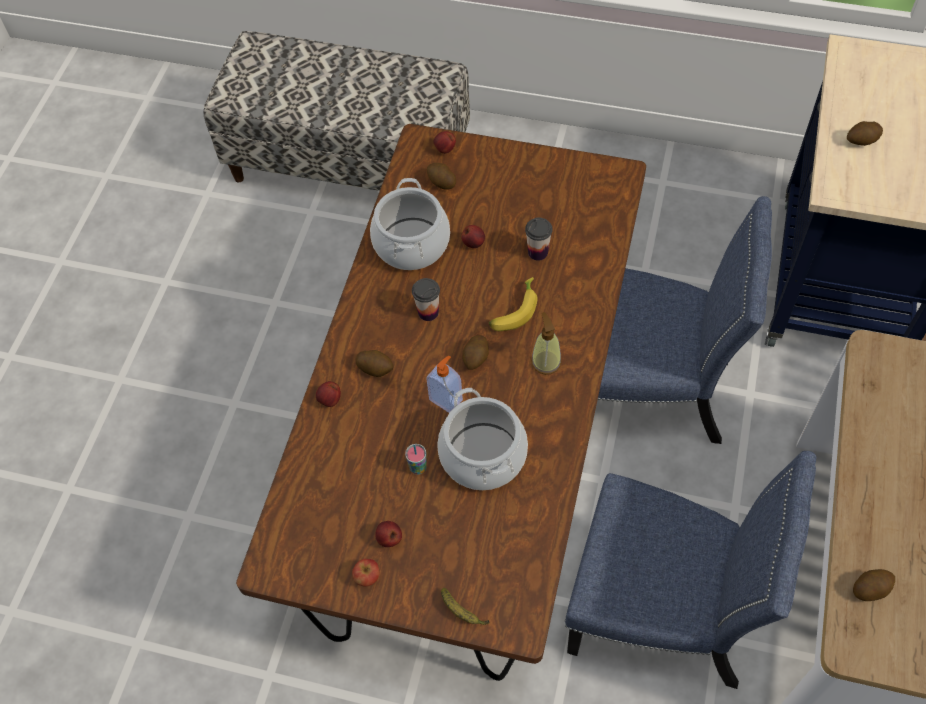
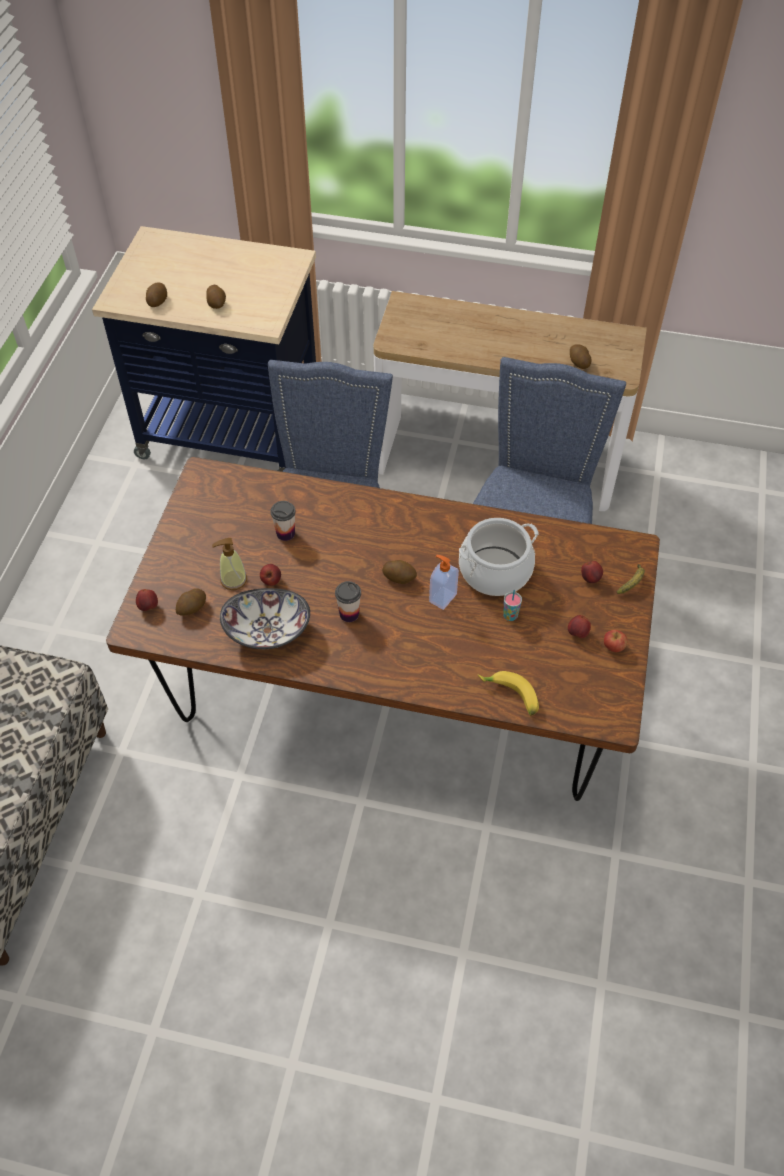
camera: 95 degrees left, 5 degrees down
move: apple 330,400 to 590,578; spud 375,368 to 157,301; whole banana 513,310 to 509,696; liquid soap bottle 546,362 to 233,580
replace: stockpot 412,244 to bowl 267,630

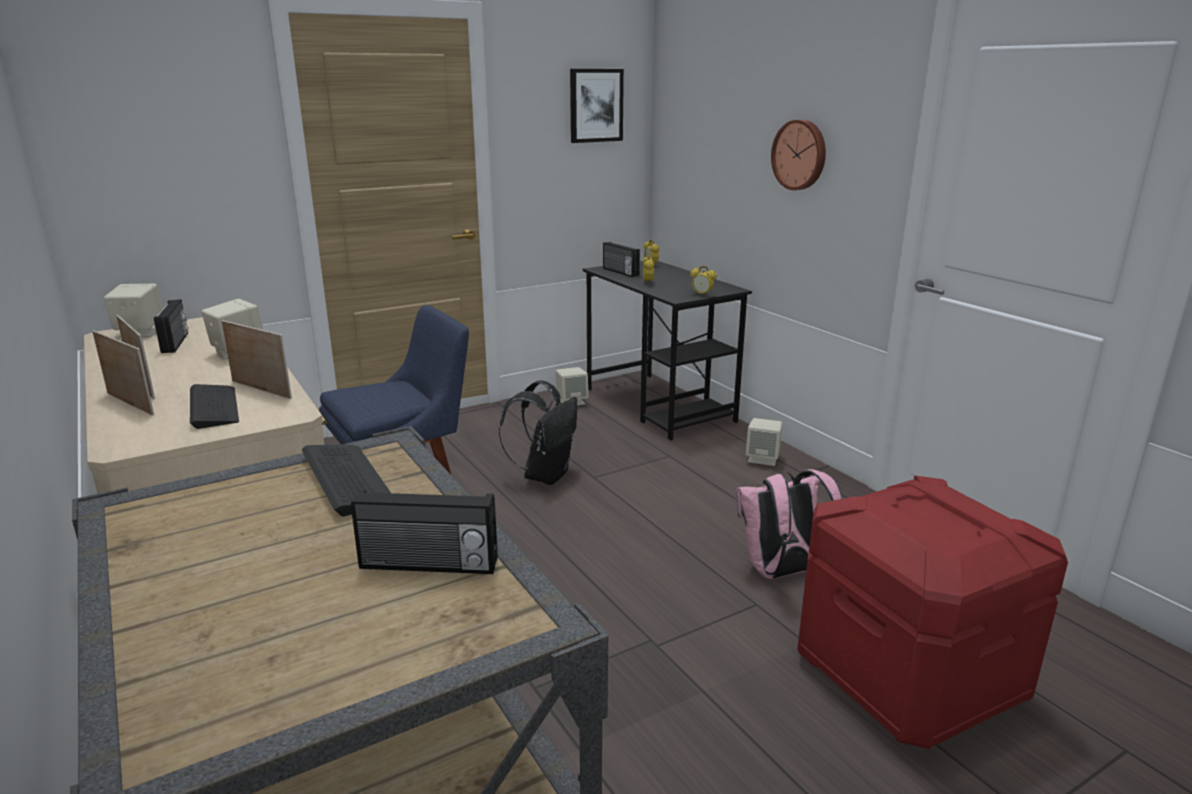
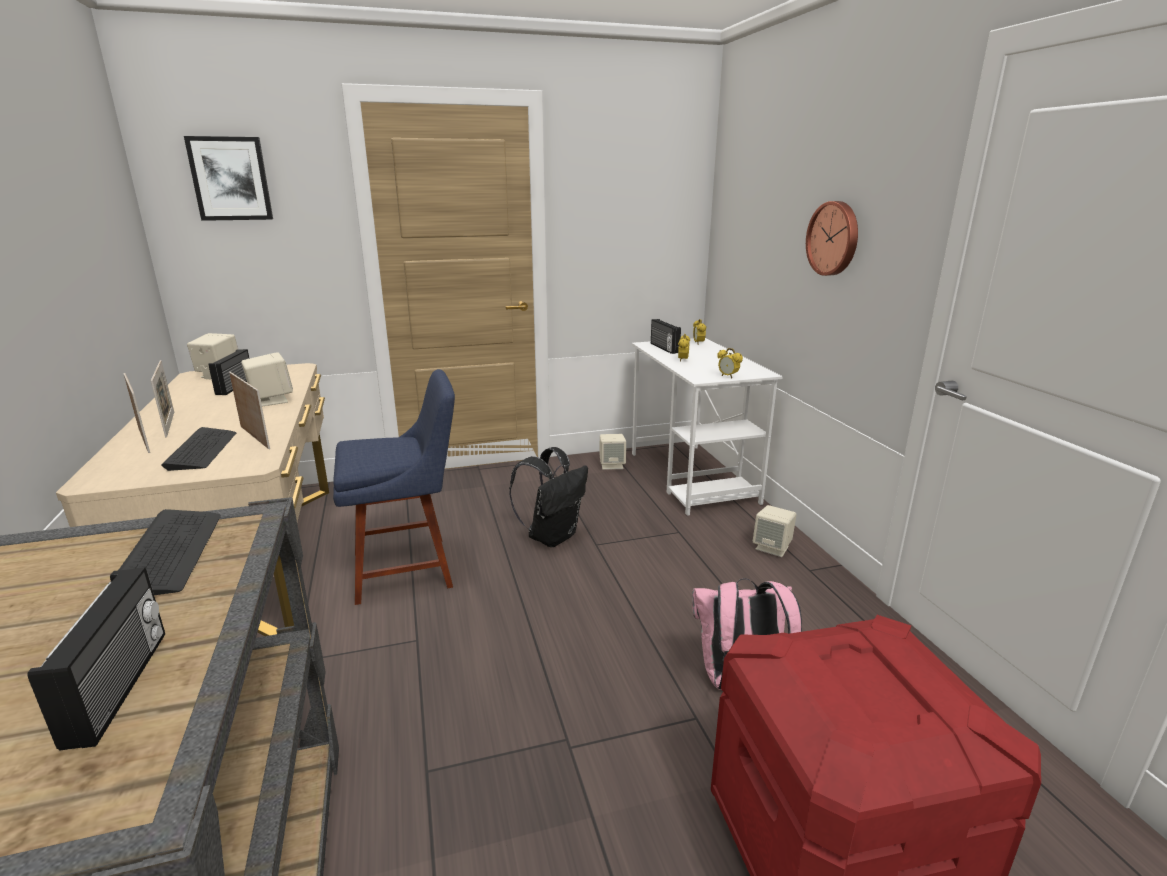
camera: 15 degrees right, 0 degrees up
move: picture 596,105 to 230,179
recolor: desk (black) 659,405 to desk (whitish) 692,478
rotate: radio receiver 428,565 = 121,685 120 degrees counterclockwise

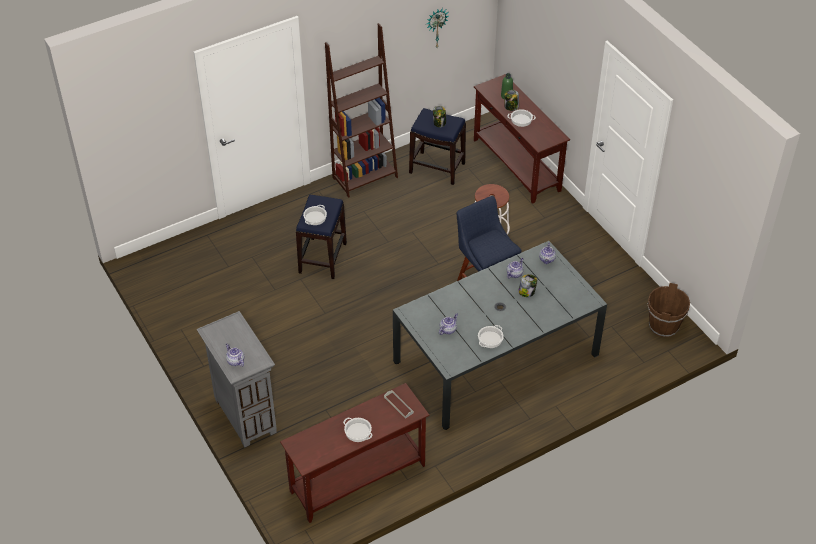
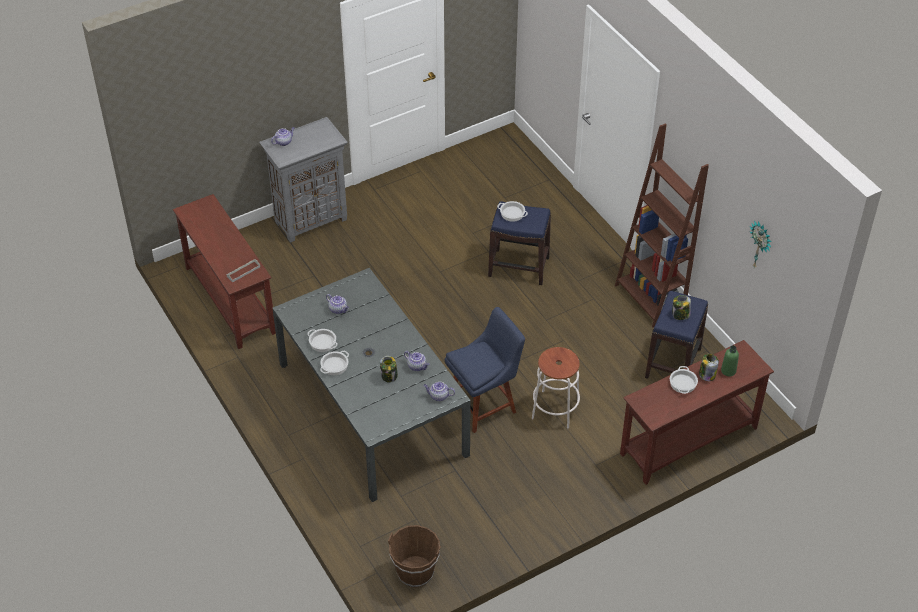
camera: 90 degrees right, 0 degrees up
move: stockpot 358,432 to 334,366

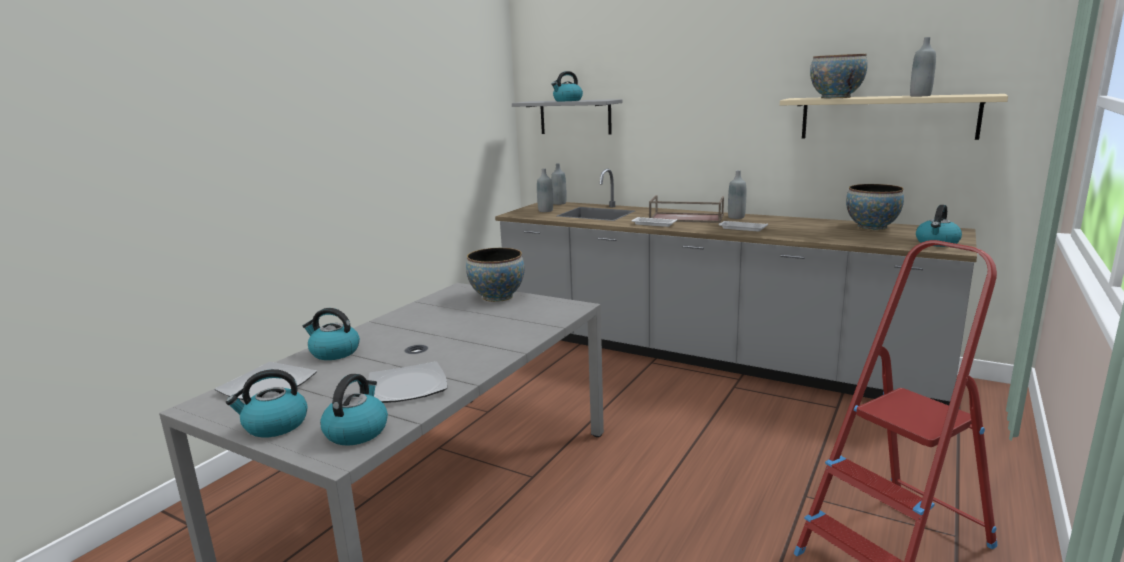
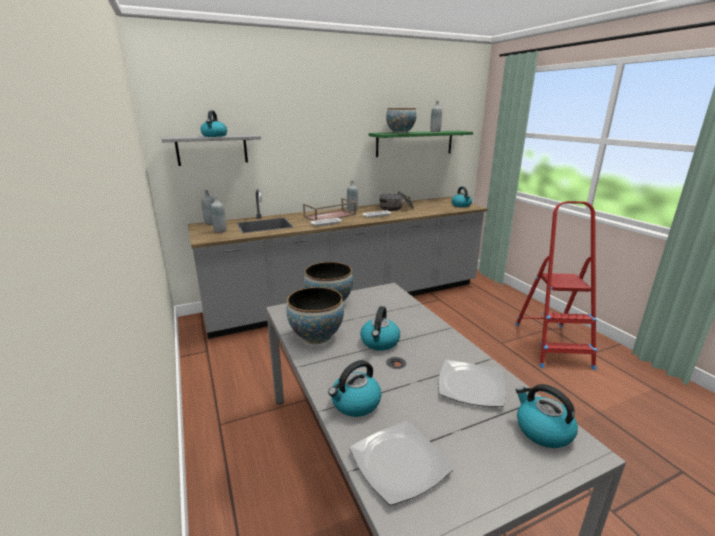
camera: 55 degrees left, 5 degrees up
insert: stockpot 396,208
move: kettle 275,425 to 380,342; bowl 871,227 to 316,336
recolor: wall shelf (sand-coloured) 887,117 to wall shelf (green) 415,143

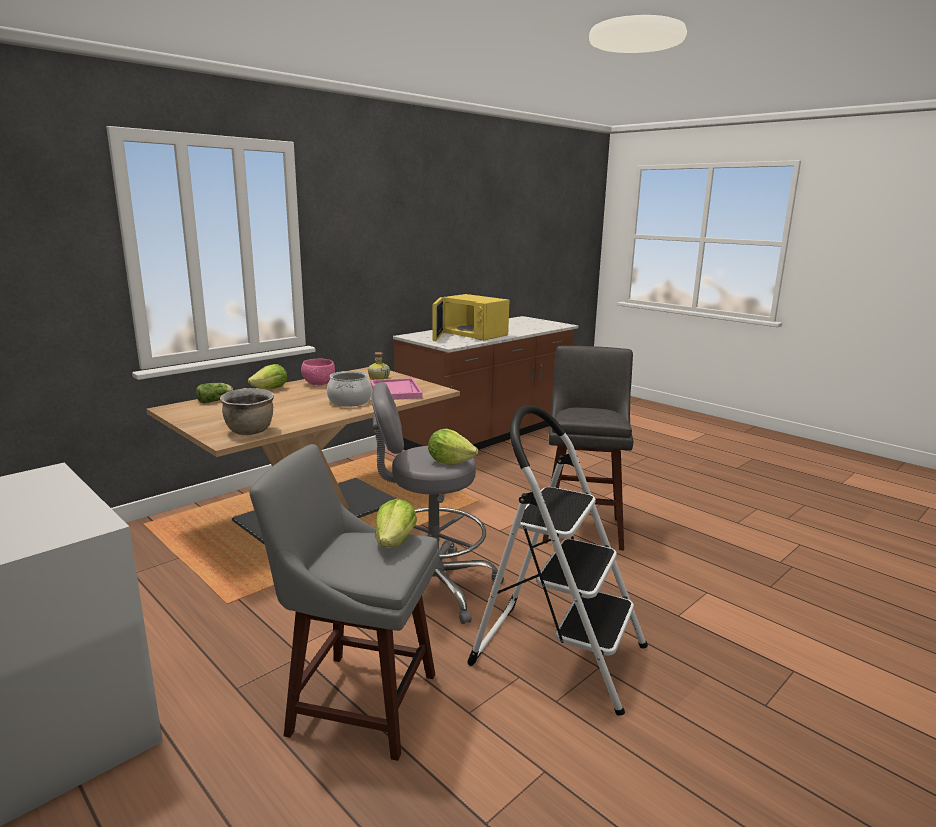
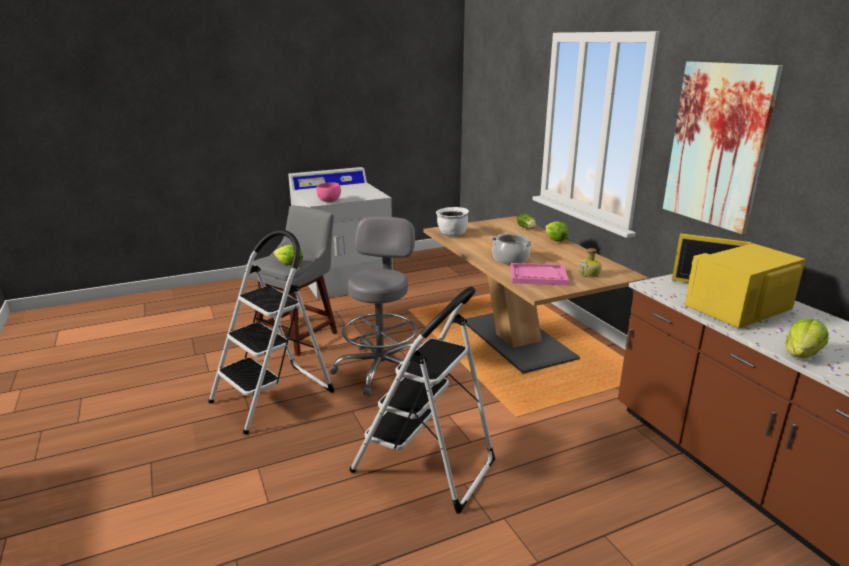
camera: 110 degrees right, 5 degrees up
insert: picture 717,145
move: bowl (pink) 318,384 to 329,201; lettuce 450,462 to 802,354
replace: stool (greyish) 583,529 to step stool 426,467
recolor: stockpot (brown-coloured) 250,431 to stockpot (whitish) 452,234

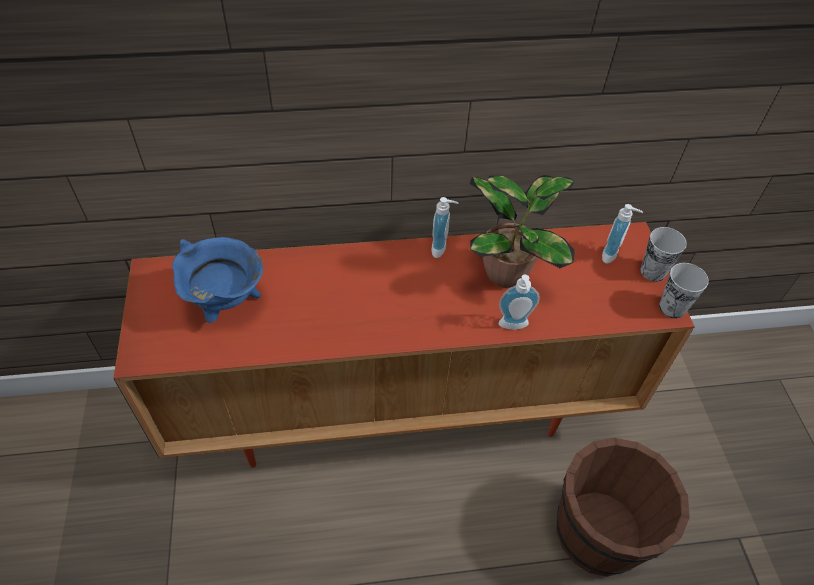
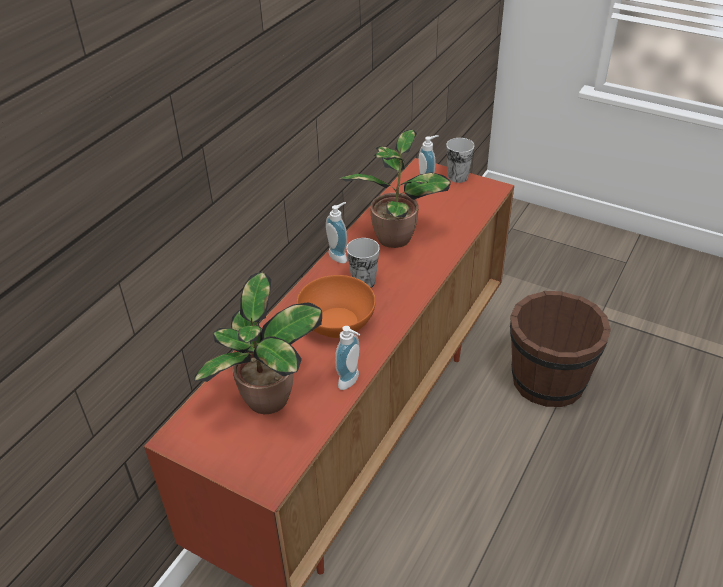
camera: 50 degrees left, 10 degrees down
insert: bowl (orange) 337,323
move: liquid soap bottle 513,326 to 351,381; drinking cup 672,307 to 363,282
replace: stockpot (blue) 226,304 to houseplant 268,401

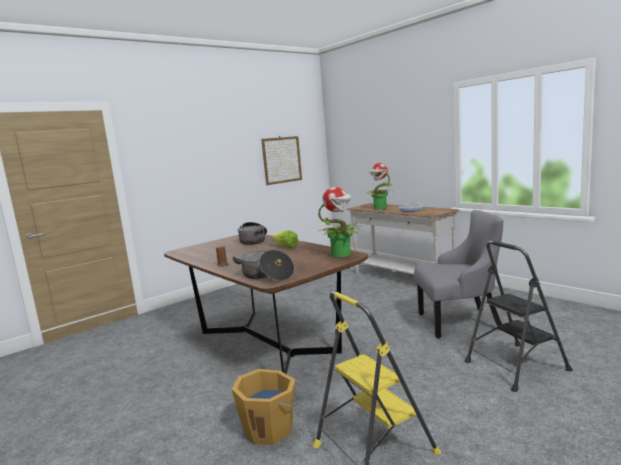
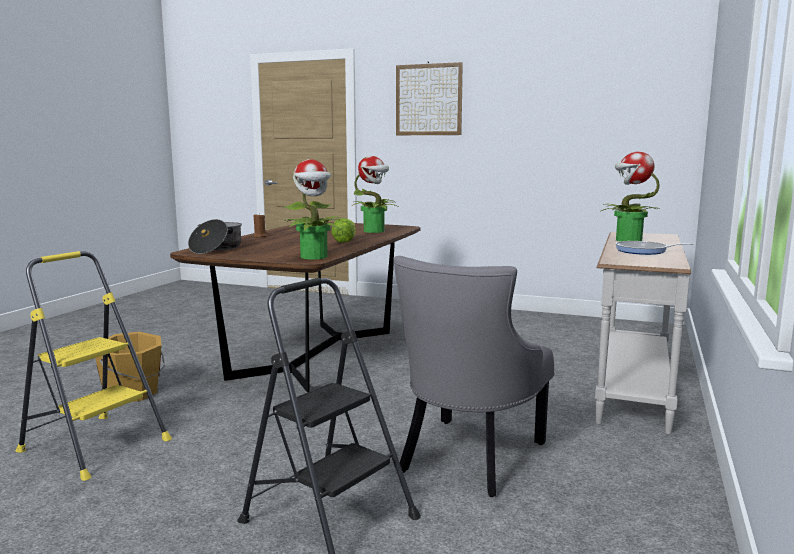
camera: 60 degrees right, 0 degrees up
move: picture 281,159 to 428,98
replace: stockpot 253,240 to houseplant 374,231
rotate: plain chair (greyish) 458,323 = 470,455 60 degrees clockwise

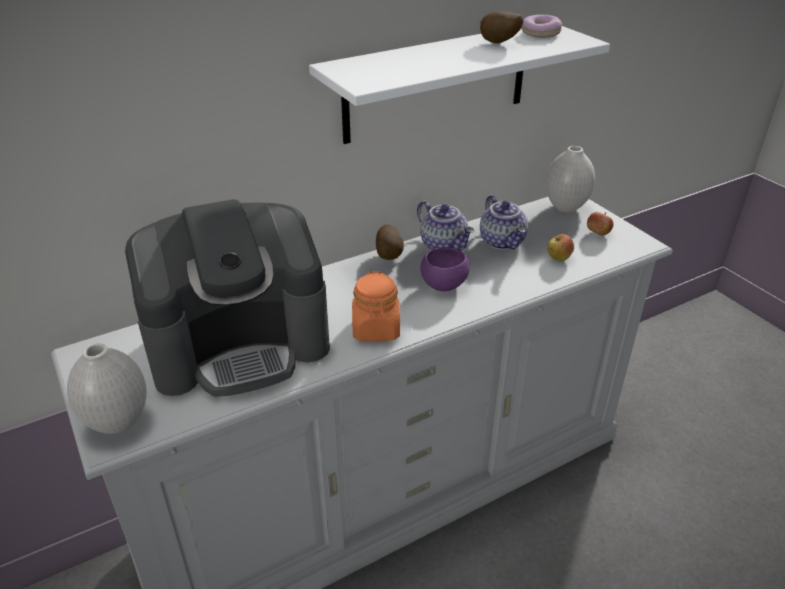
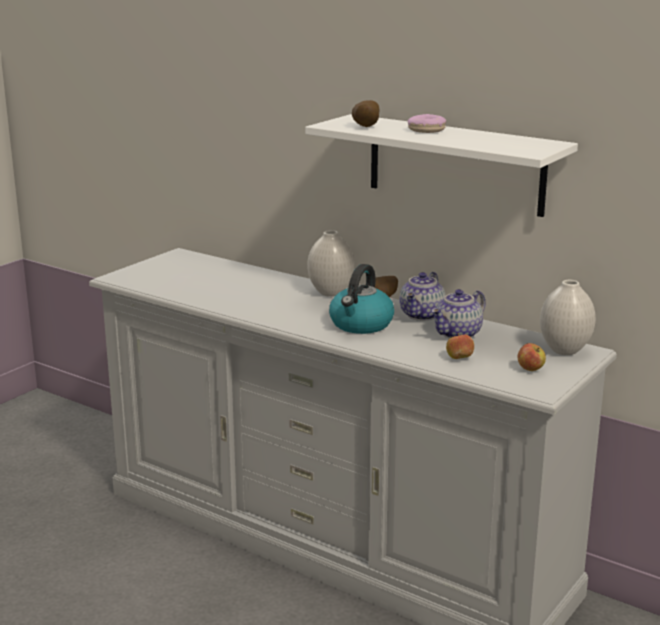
camera: 65 degrees right, 15 degrees down
delete: coffee maker 240,344; storage jar (orange) 376,329
move: flower vase (whitish) 118,421 to 331,293; spud 498,44 to 365,127; doughnut 540,33 to 426,130
replace: bowl (purple-coloured) 444,285 to kettle 361,325

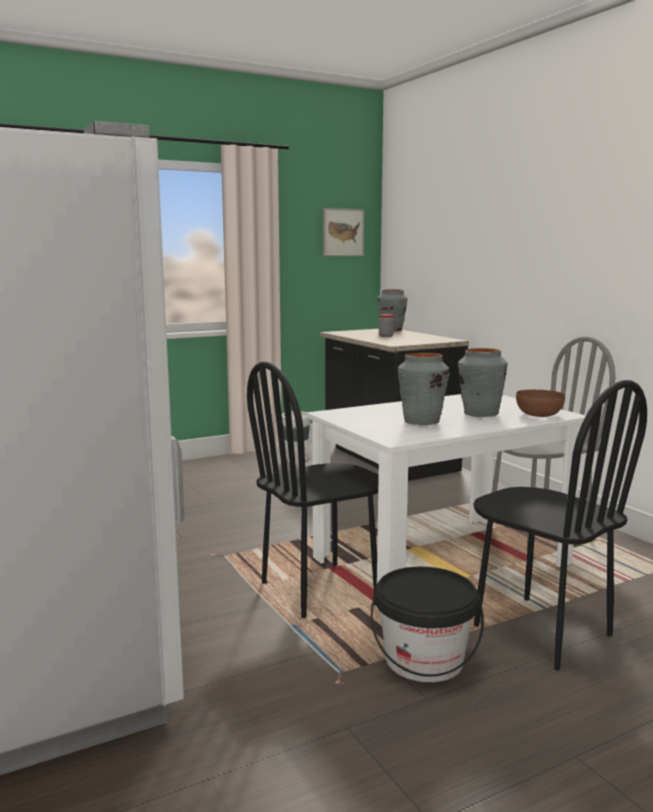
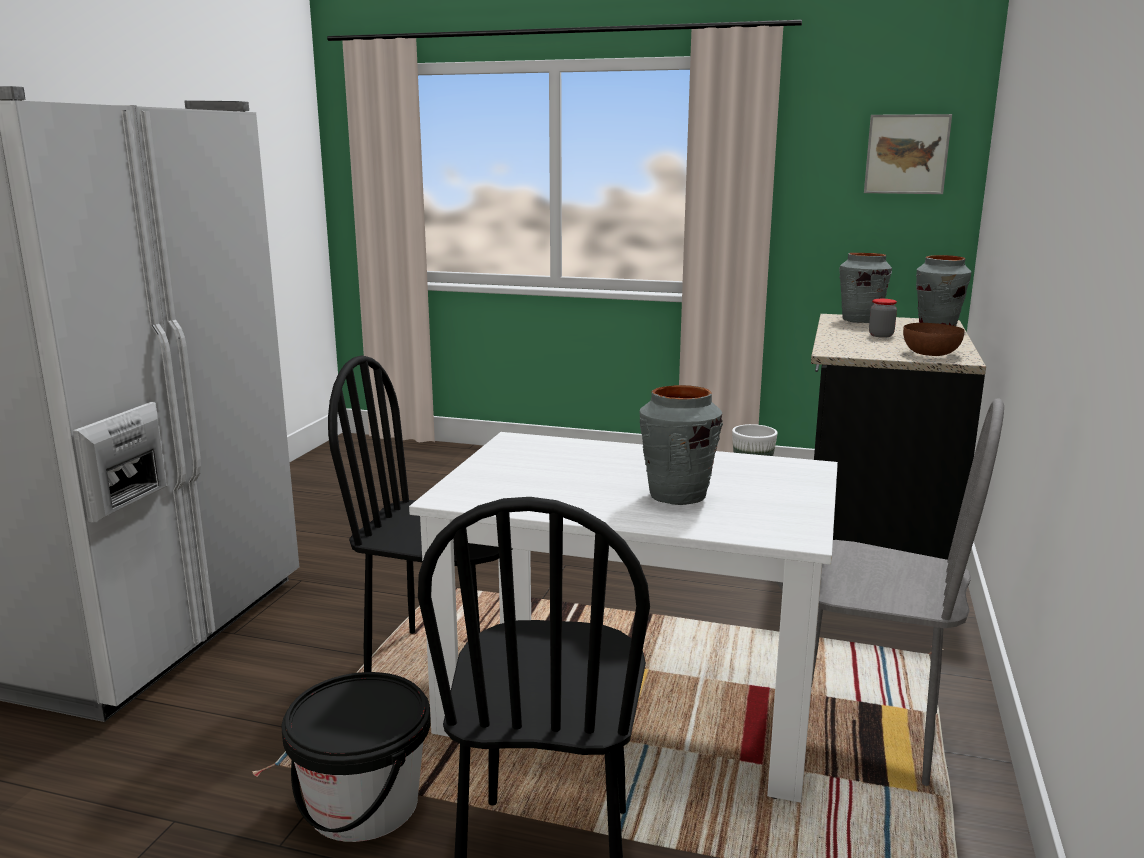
camera: 45 degrees right, 5 degrees up
move: flower vase (greyish) 421,422 to 860,321; bowl (brown-coloured) 539,414 to 931,353

